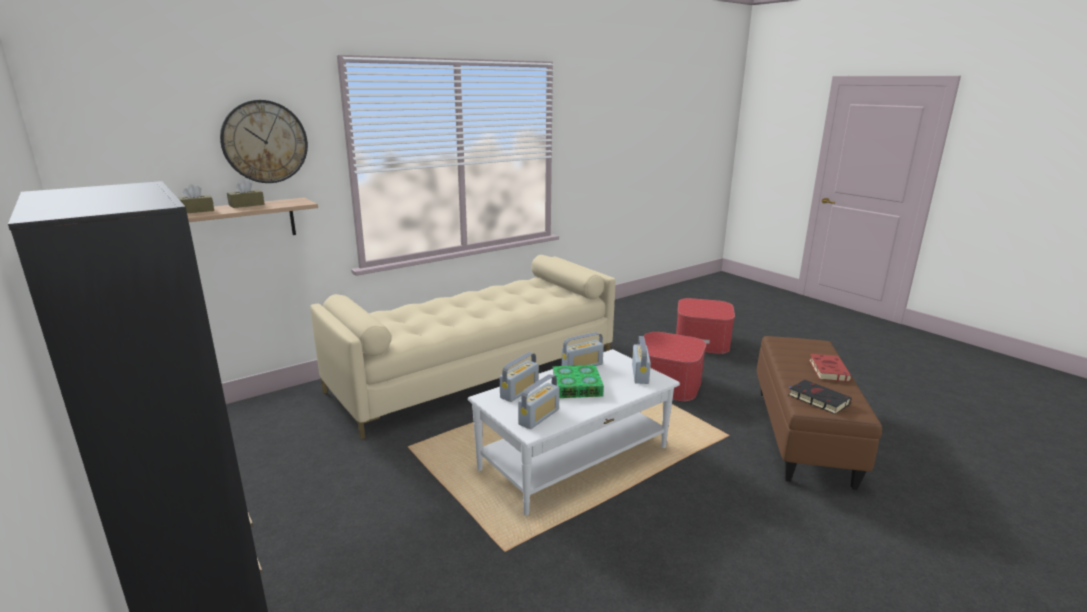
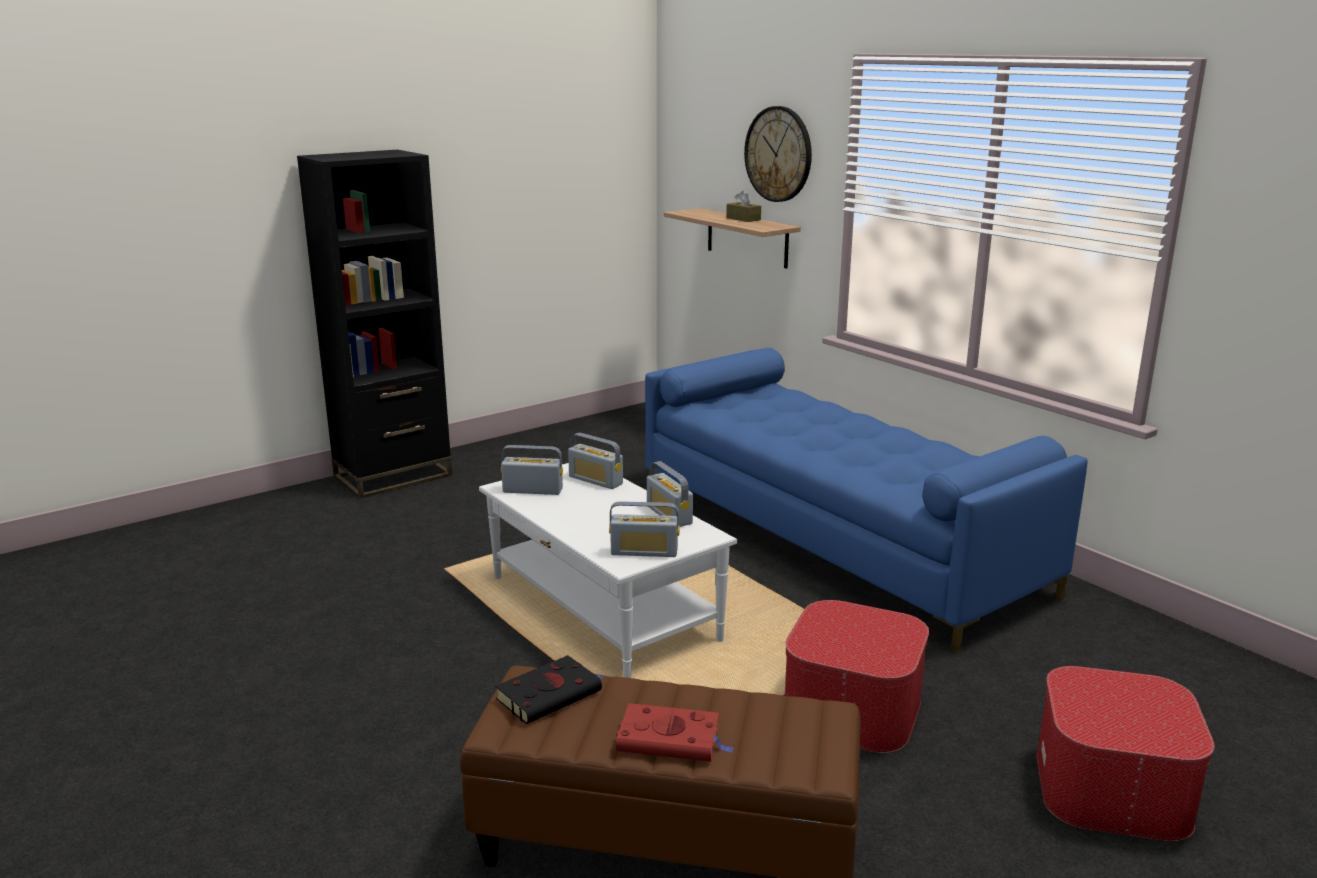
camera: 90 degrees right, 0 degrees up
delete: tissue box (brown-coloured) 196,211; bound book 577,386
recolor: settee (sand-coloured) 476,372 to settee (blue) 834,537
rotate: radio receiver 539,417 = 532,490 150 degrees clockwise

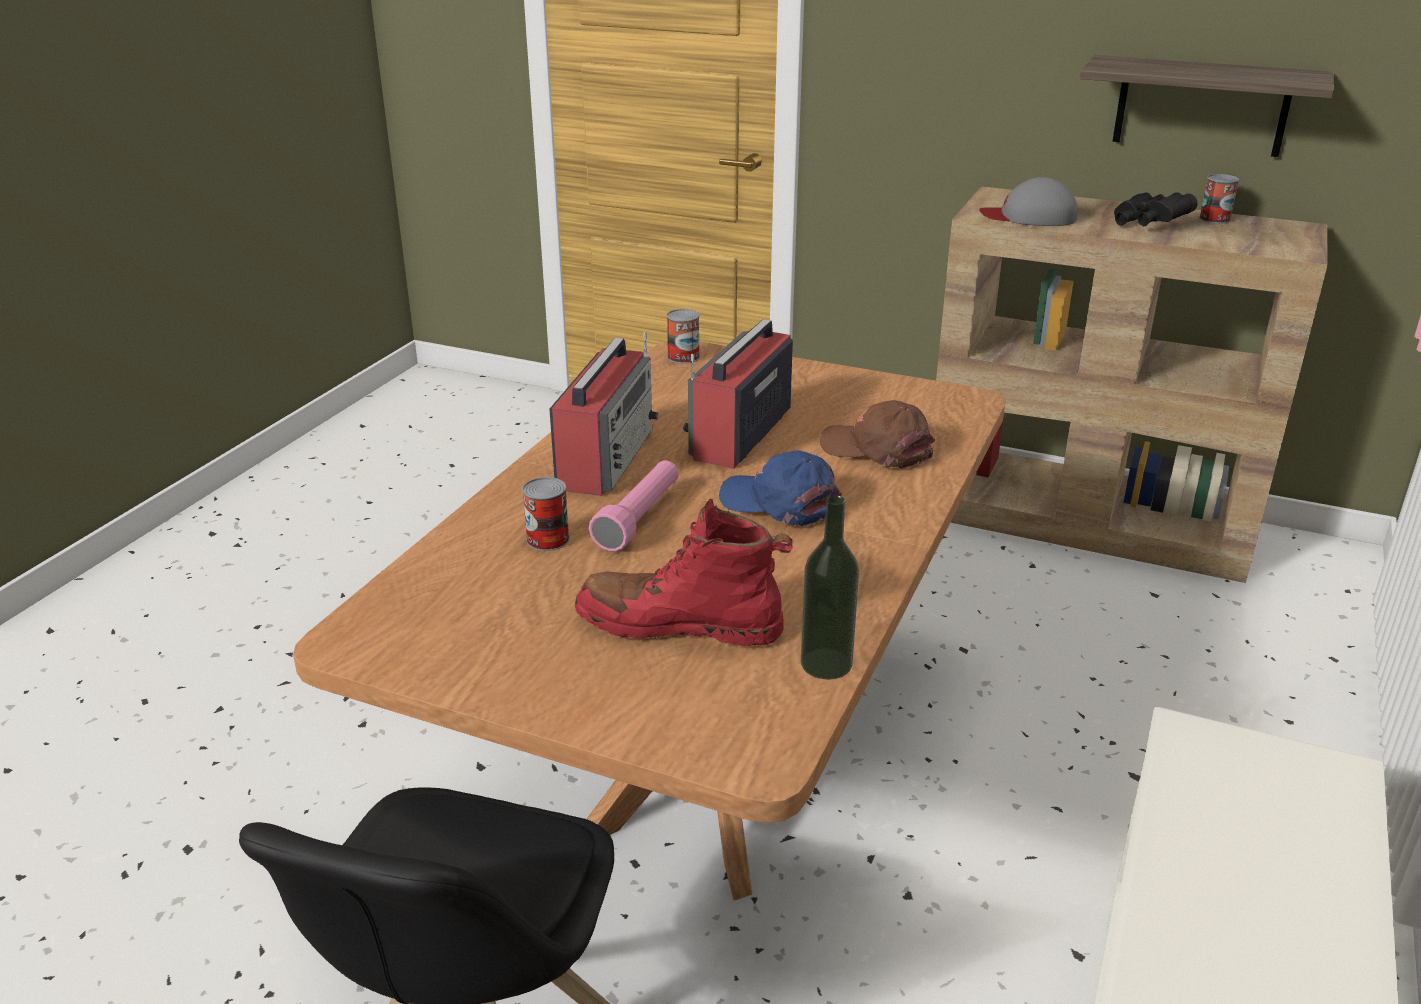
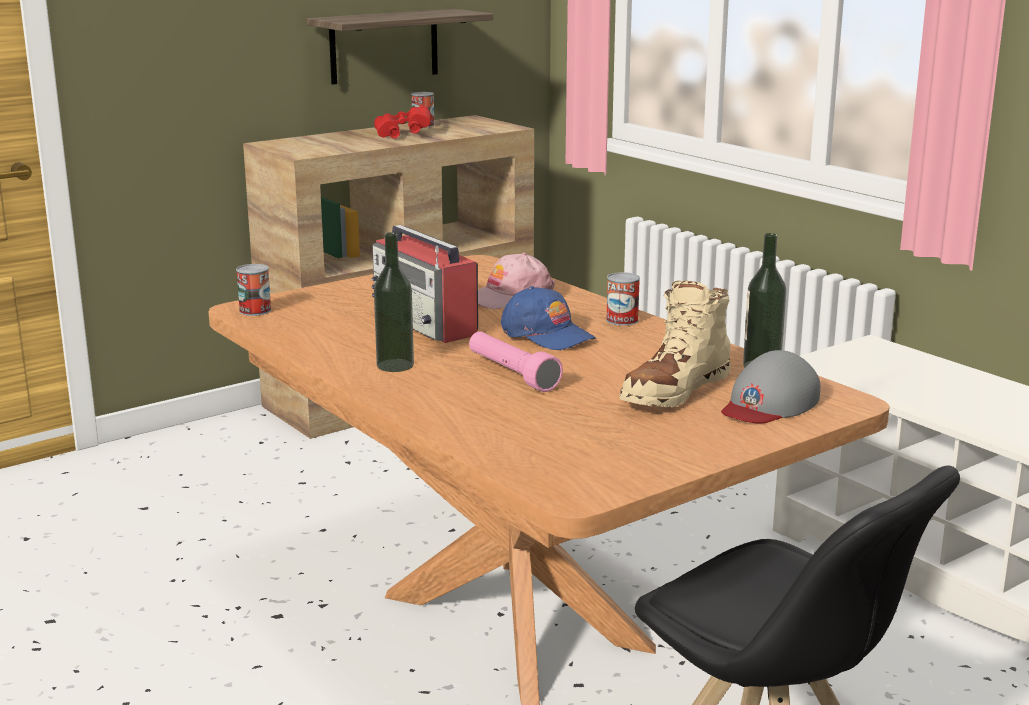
camera: 60 degrees left, 10 degrees down
move: can 548,539 to 622,320; cap (greyish) 1029,216 to 769,403
replace: radio receiver 606,457 to beverage bottle 395,365
recolor: high-top boot (reddish) 680,625 to high-top boot (sand-coloured) 675,391; cap (brown-coloured) 877,449 to cap (pink) 509,296; field glasses (black) 1147,224 to field glasses (reddish) 403,135
rotate: cap (blue) 780,502 = 546,334 105 degrees counterclockwise

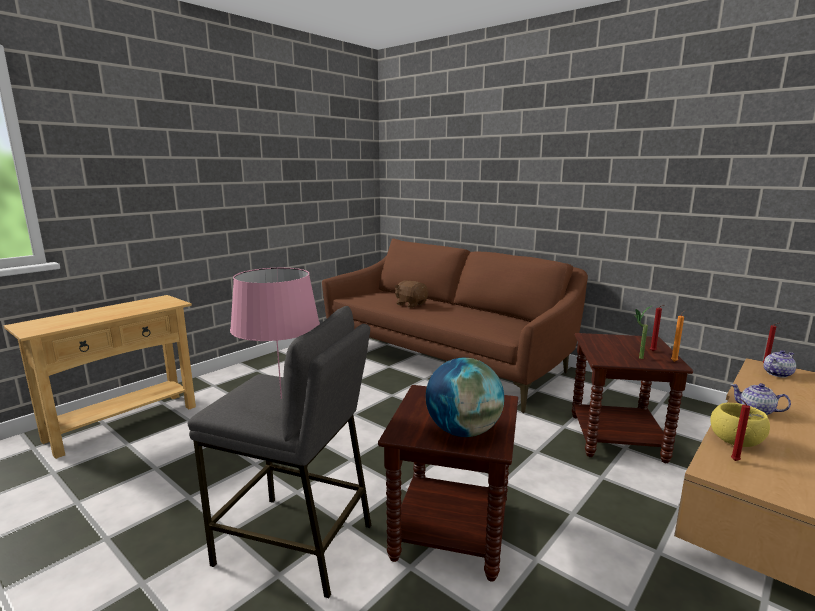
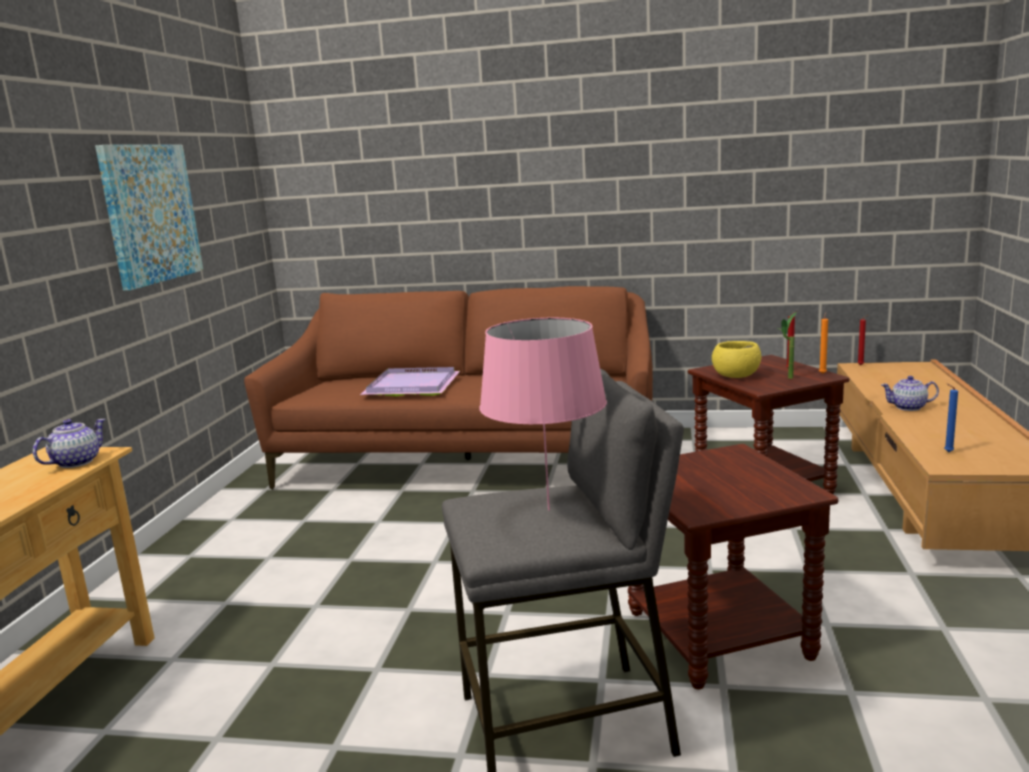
camera: 30 degrees left, 0 degrees up
delete: desk globe 463,431
insert: picture 150,214
move: bowl (yellowish) 735,441 to 736,376; pot for tea 777,374 to 75,462
replace: soft toy (brown-coloured) 411,304 to serving tray (purple-coloured) 413,386
recolor: wax candle (reddish) 733,460 to wax candle (blue) 947,452

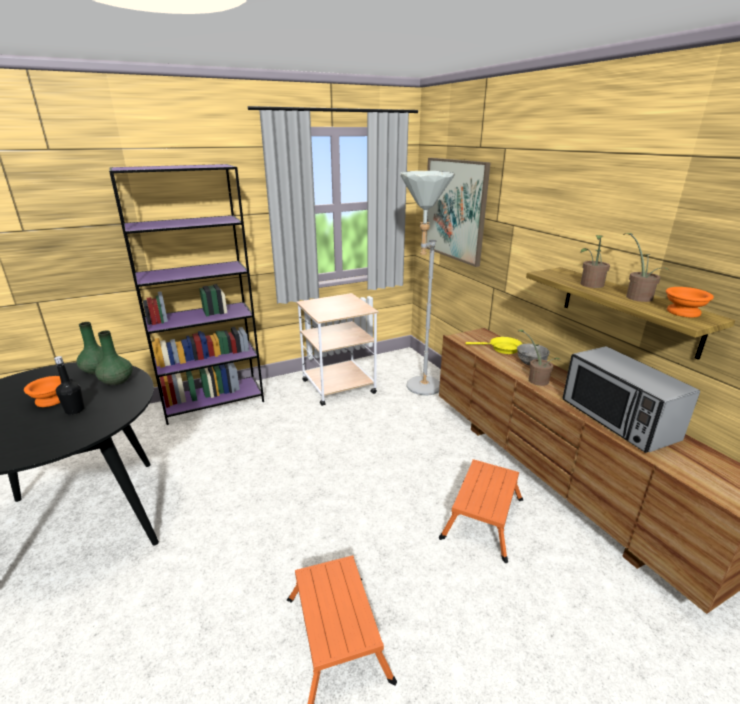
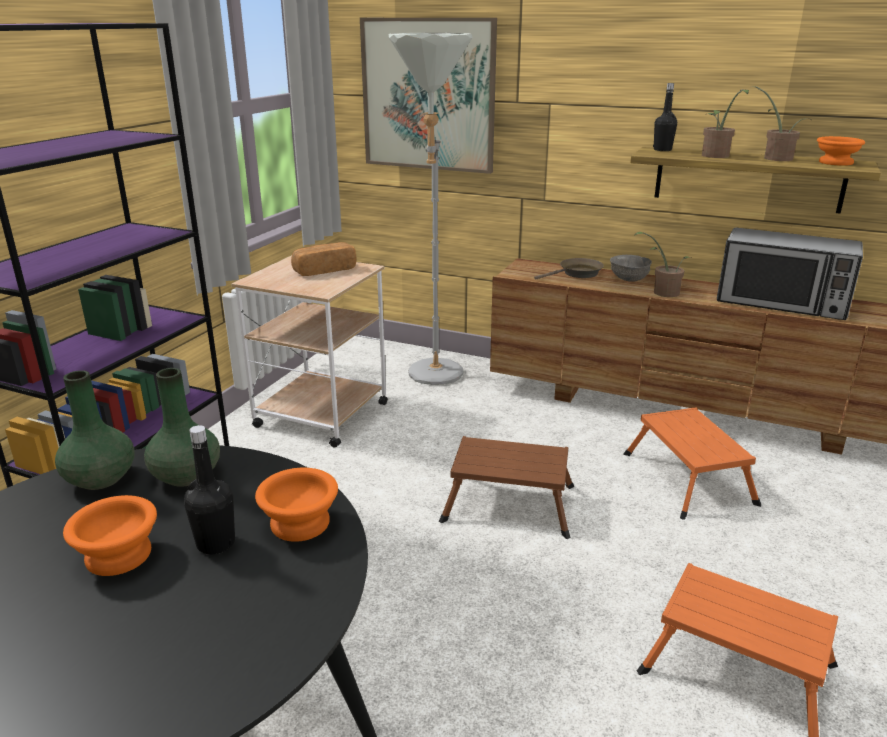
camera: 40 degrees left, 0 degrees up
insert: bowl (orange) 302,524; bakery bread 324,270; step stool (brown-coloured) 509,503; beverage bottle (black) 662,150
recolor: skillet (yellowish) 502,349 to skillet (brown-coloured) 577,274

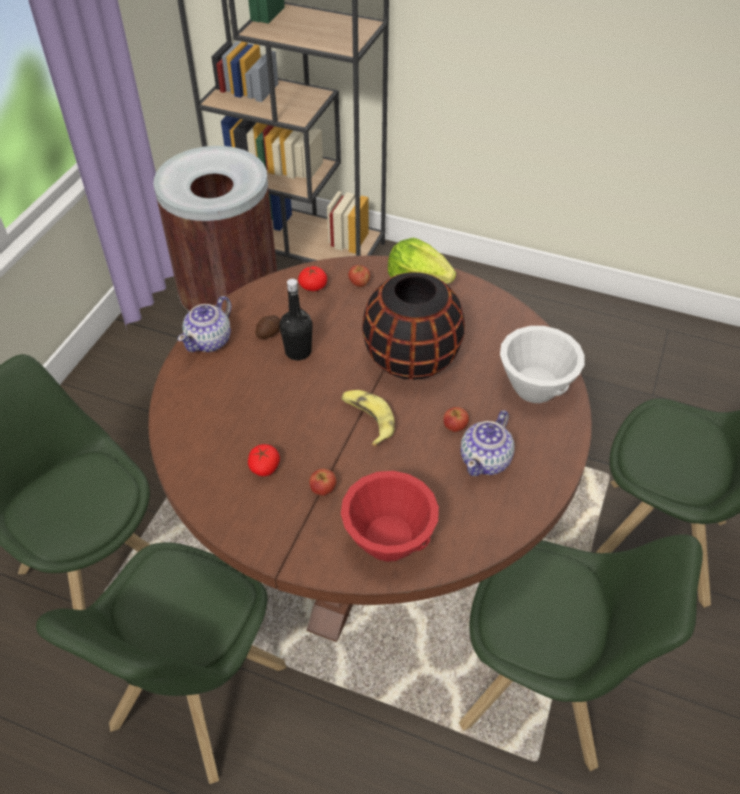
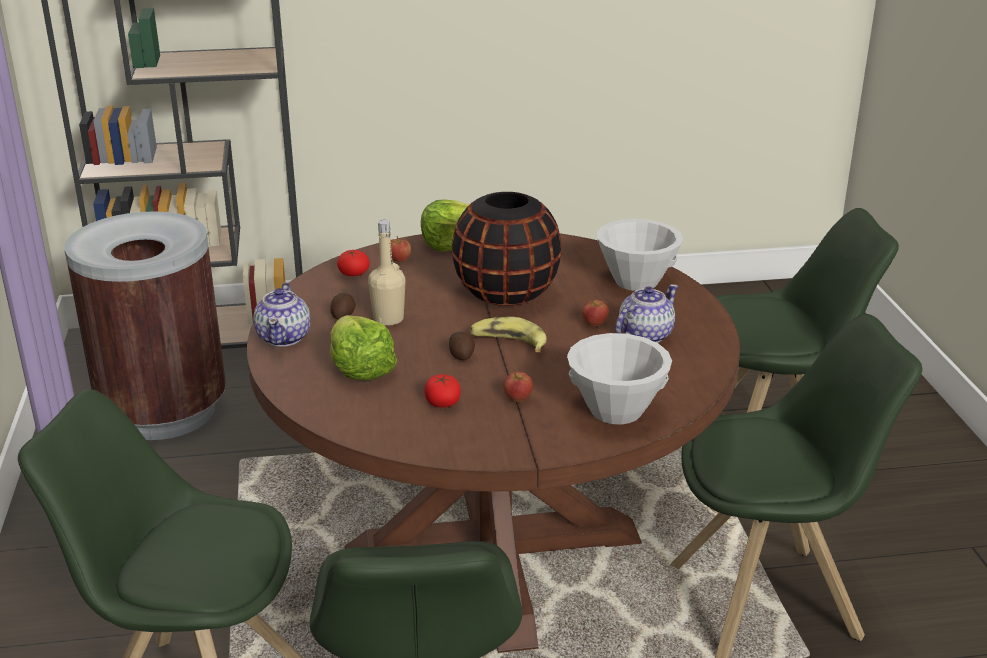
camera: 30 degrees left, 20 degrees down
insert: lettuce 360,369; spud 461,354
recolor: beverage bottle (black) 298,351 to beverage bottle (sand-coloured) 388,319; bowl (reddish) 388,542 to bowl (whitish) 616,411
rotate: pot for tea 486,460 = 644,335 135 degrees counterclockwise

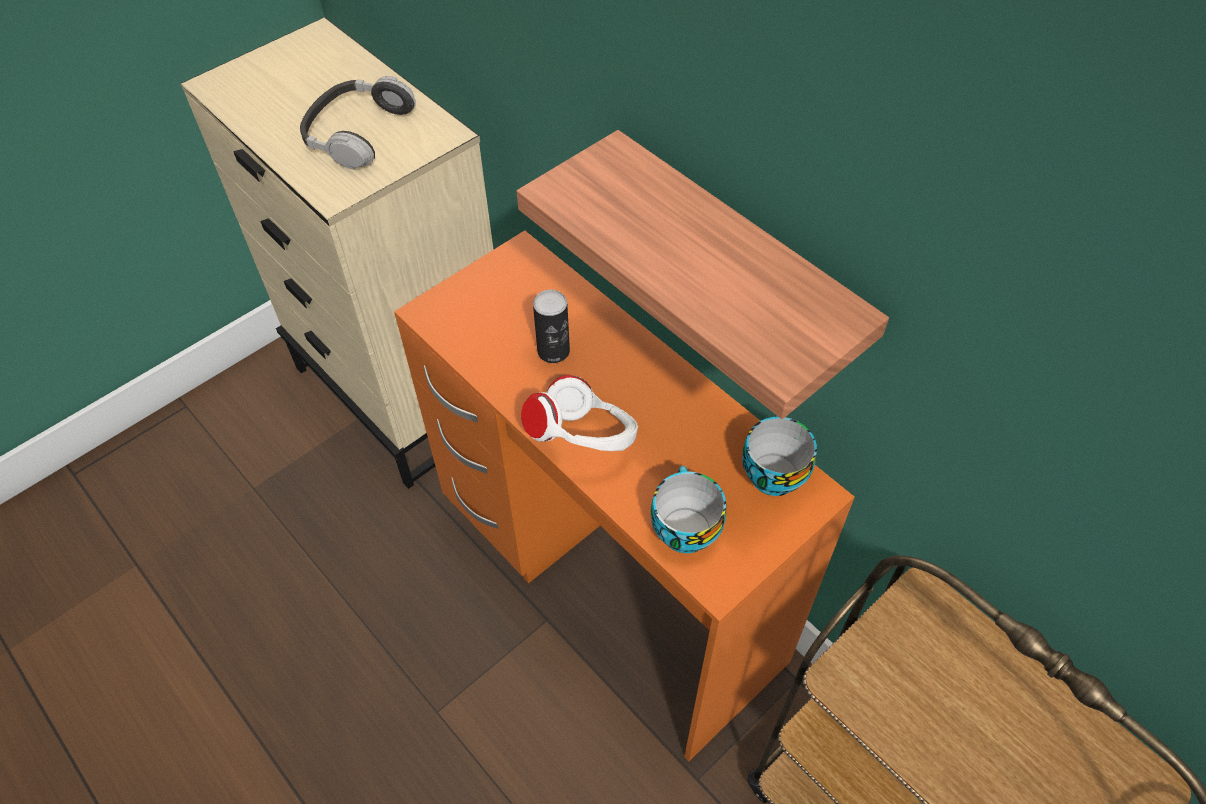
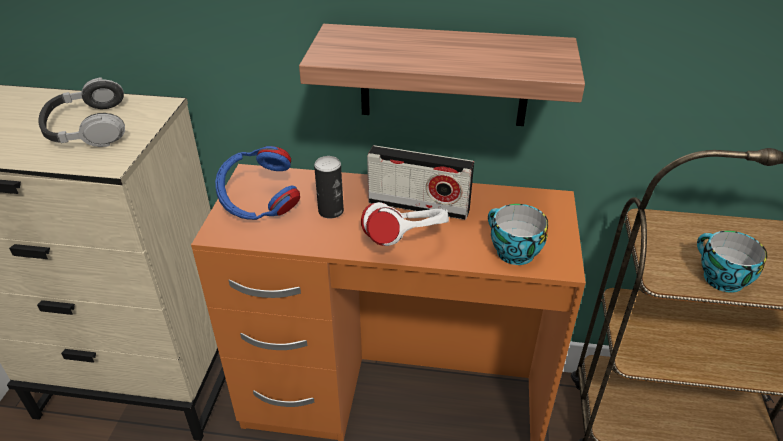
camera: 40 degrees left, 15 degrees down
insert: headphones (blue) 260,206; radio receiver 418,205
move: drinking cup 771,472 to 719,278

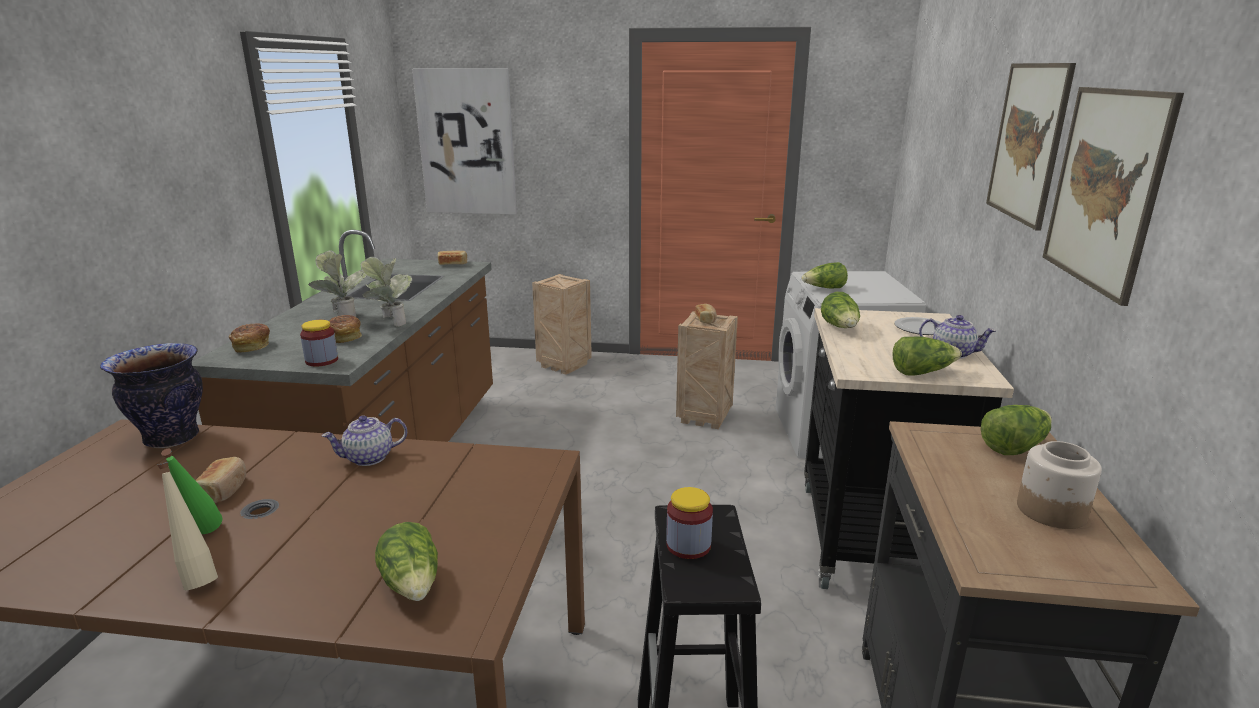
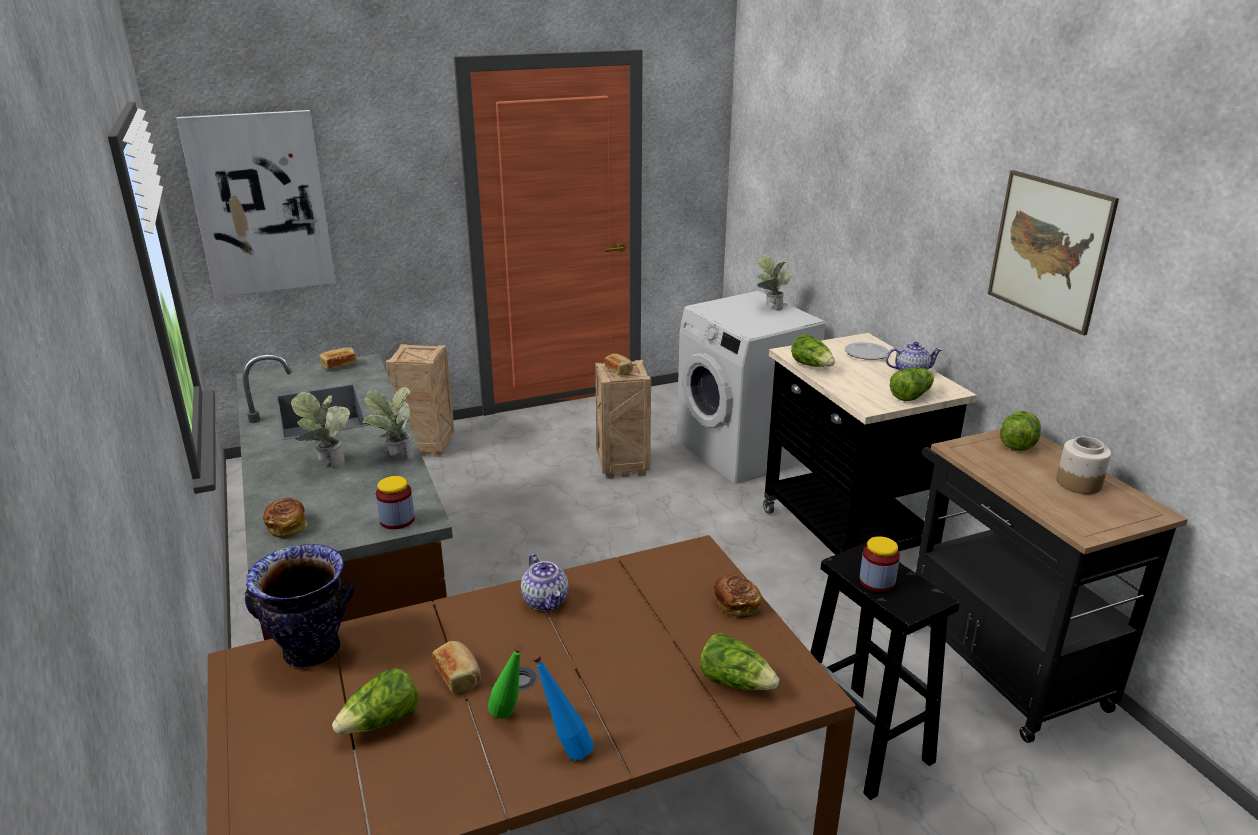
camera: 30 degrees left, 5 degrees up
delete: picture 1027,142
insert: houseplant 770,307
move: bakery bread 345,337 to 736,605; lettuce 824,288 to 381,722
recolor: beverage bottle (sand-coloured) 197,578 to beverage bottle (blue) 565,749
rotate: pot for tea 368,458 = 546,601 60 degrees counterclockwise

